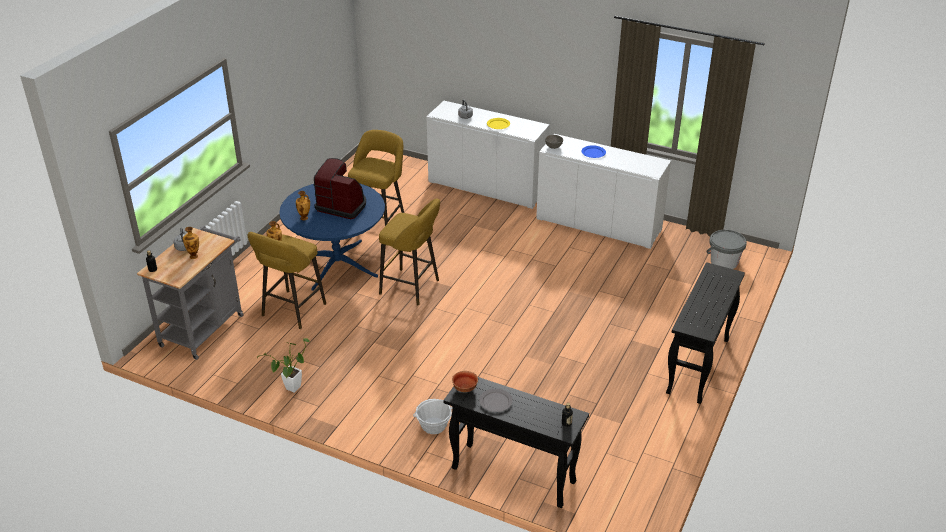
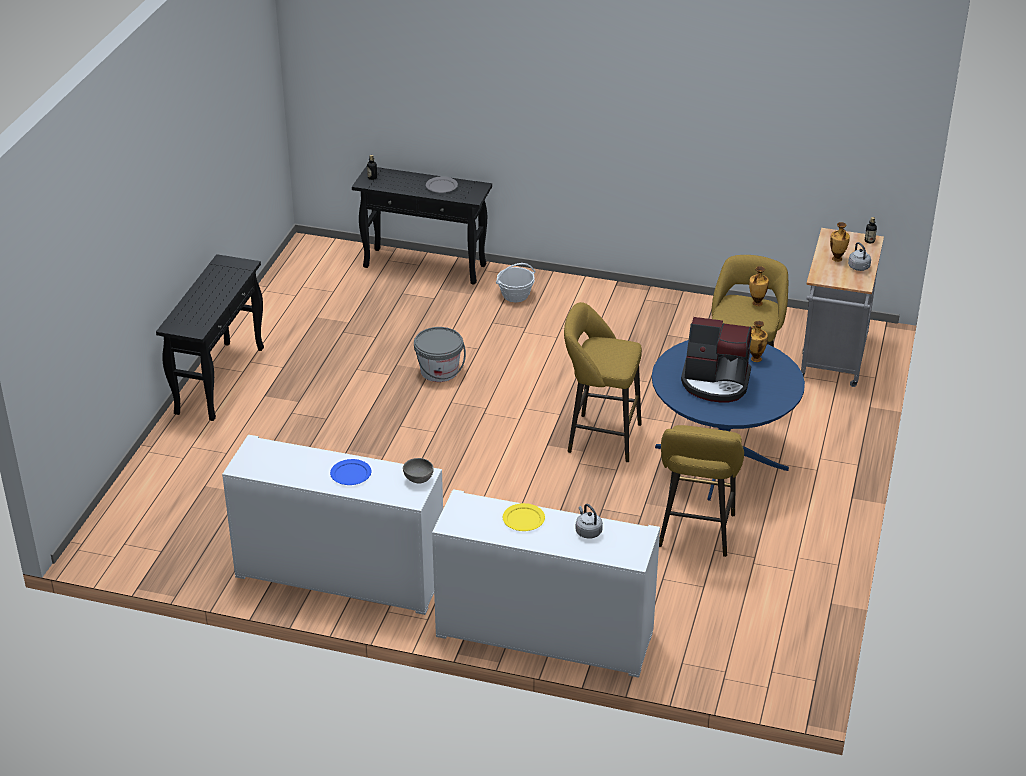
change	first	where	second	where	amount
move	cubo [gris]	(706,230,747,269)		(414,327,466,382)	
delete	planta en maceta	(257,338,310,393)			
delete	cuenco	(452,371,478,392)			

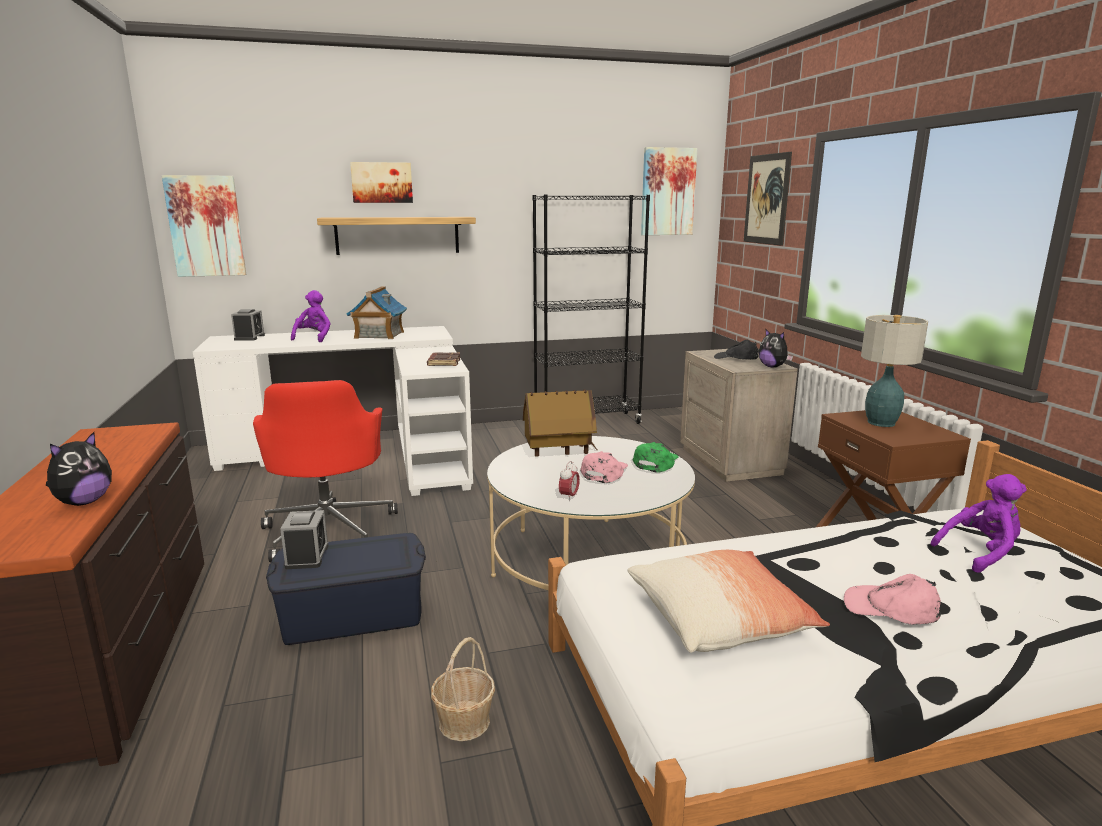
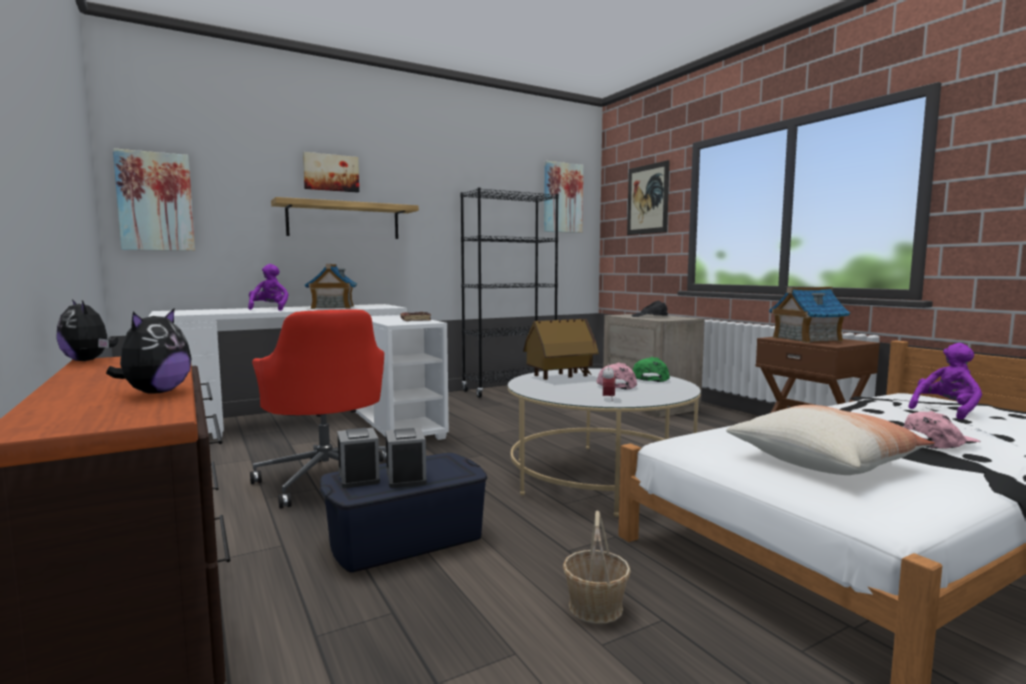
change	first	where	second	where	amount
move	despertador	(231,309,265,341)		(386,428,427,488)	
replace	lámpara de mesa	(861,315,928,427)	casita	(769,287,850,343)	
move	peluche	(759,329,793,368)		(56,299,118,361)	
rotate	gorra [rosa]	(844,574,941,625)		(904,411,981,449)	150 degrees clockwise

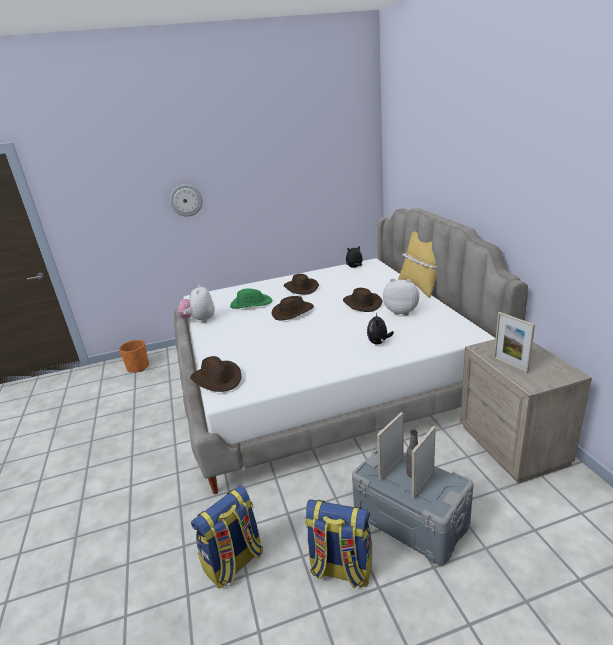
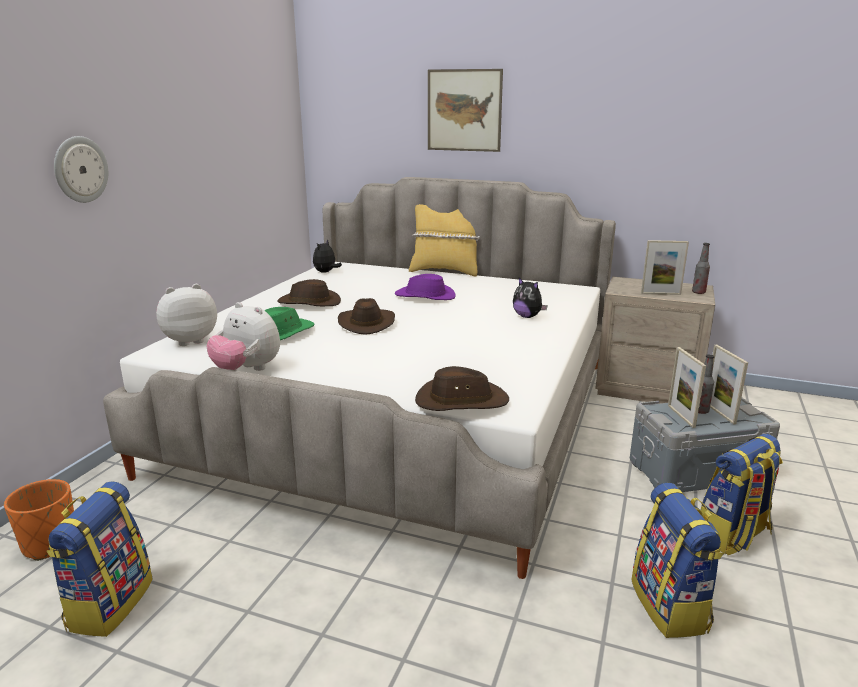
change	first	where	second	where	amount
move	peluche	(383,278,419,316)		(156,284,217,346)	
recolor	sombrero [marrón]	(343,288,383,312)	sombrero [morado]	(395,274,456,300)	
insert			cuadro	(428,69,503,152)	
insert			botella	(692,243,710,294)	
insert			mochila	(46,482,153,637)	

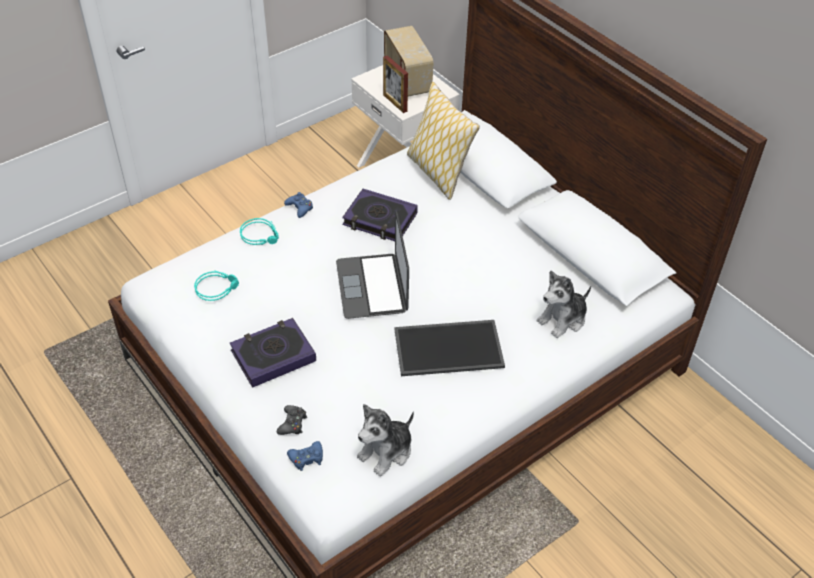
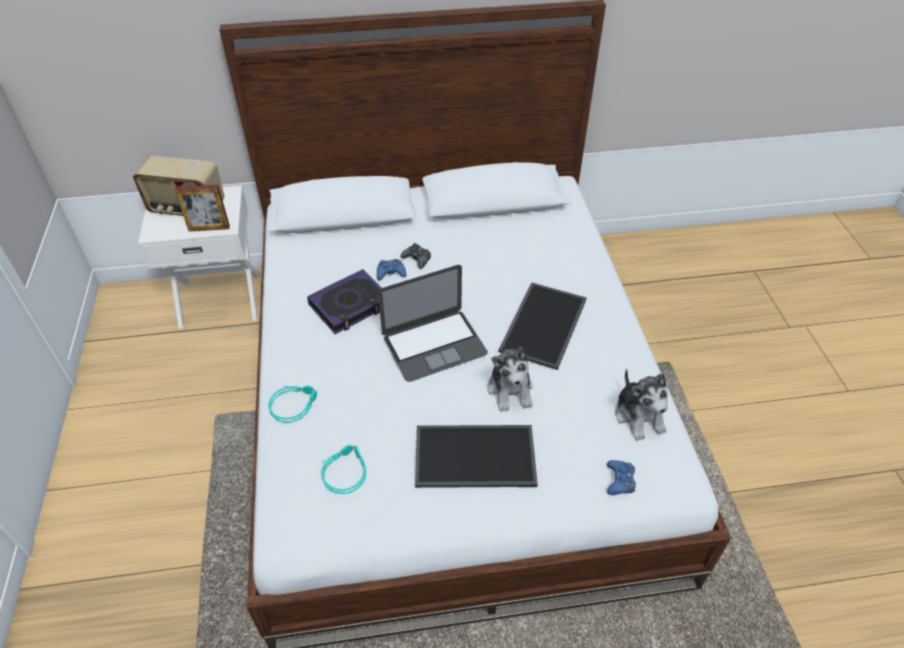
change	first	where	second	where	amount
delete	cojín	(407,82,480,200)			
move	mando de consola [azul]	(284,192,313,218)		(377,259,406,280)	
rotate	portátil	(336,211,409,319)		(378,265,488,382)	45 degrees counterclockwise
move	peluche	(537,270,591,338)		(488,343,533,412)	
replace	libro	(230,318,316,388)	bandeja	(415,425,538,488)	
move	mando de consola [negro]	(277,405,307,435)		(400,243,431,269)	

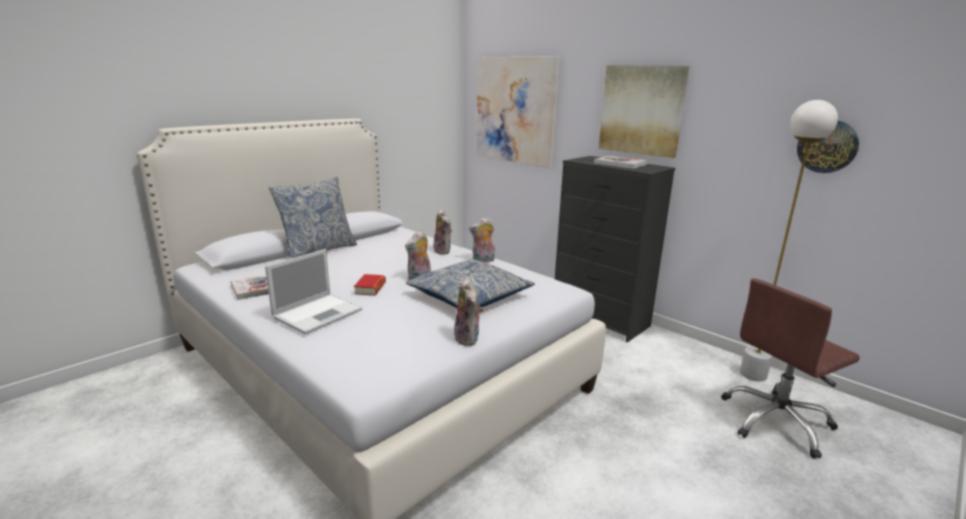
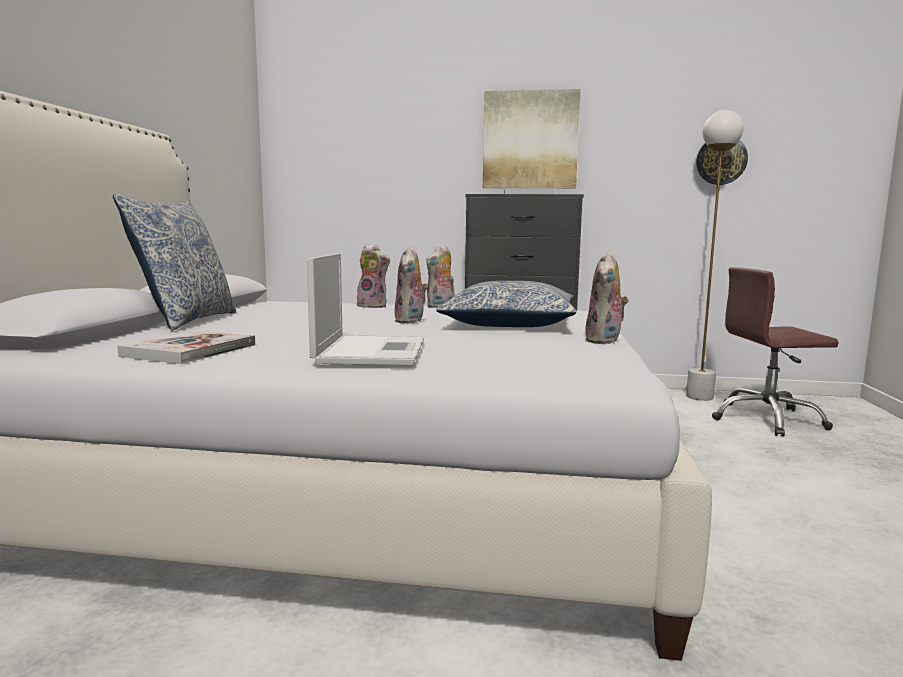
change	first	where	second	where	amount
delete	cuadro	(476,56,560,168)			
delete	libro	(354,274,386,296)			
rotate	peluche	(454,278,483,346)		(585,251,628,344)	75 degrees clockwise
rotate	silla de oficina [marrón]	(721,278,860,459)		(712,267,839,437)	60 degrees clockwise

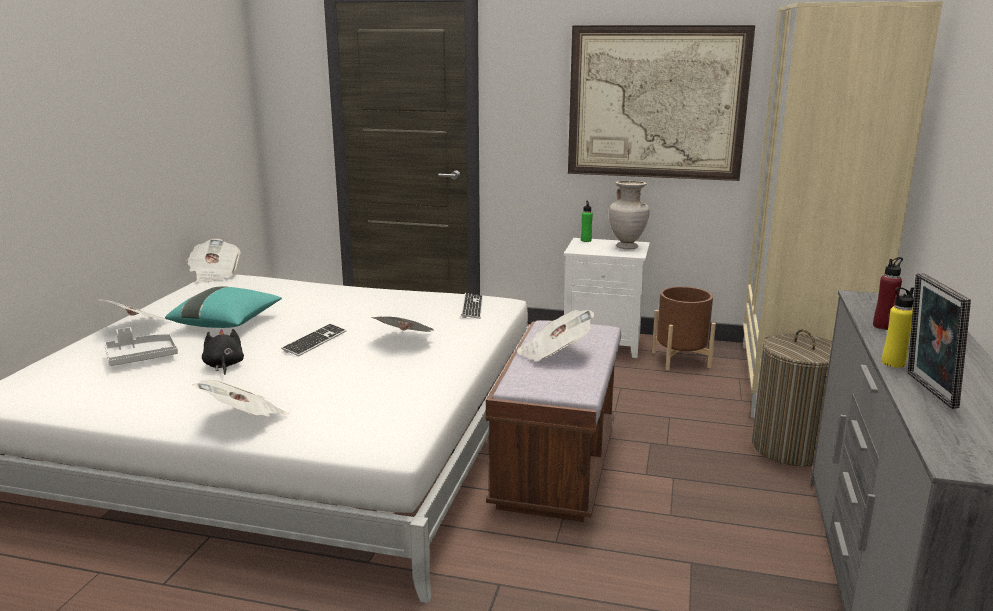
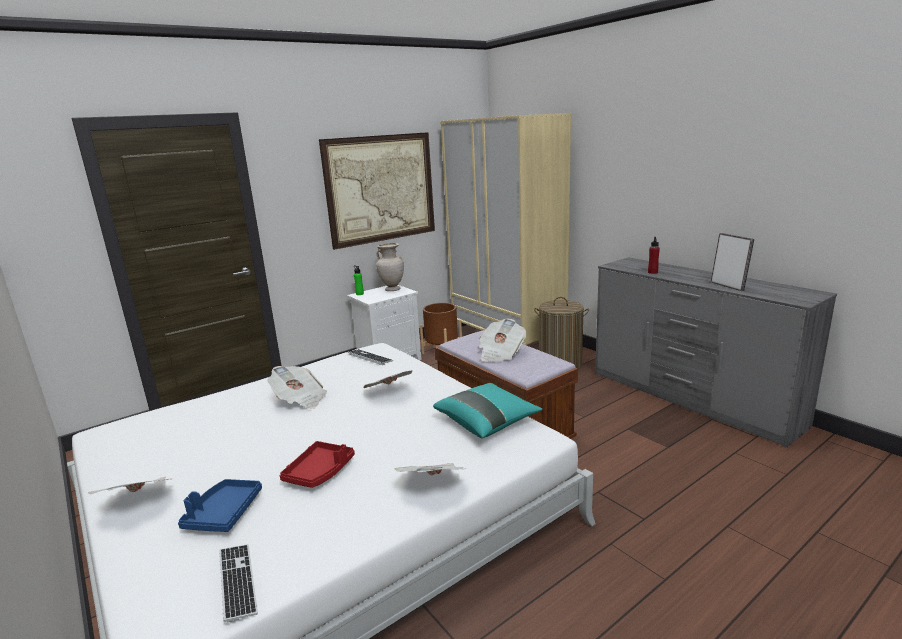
change	first	where	second	where	amount
move	periódico	(187,239,241,283)		(267,366,327,409)	
rotate	portarretratos	(908,273,971,409)		(711,233,754,291)	150 degrees counterclockwise
move	cojín [turquesa]	(165,286,282,328)		(433,383,542,438)	
delete	botella [amarillo]	(882,287,914,367)			
move	teclado	(281,324,347,356)		(219,544,258,623)	
recolor	bandeja [gris]	(104,327,178,366)	bandeja [azul]	(178,479,262,532)	
replace	peluche [negro]	(202,329,244,375)	bandeja [rojo]	(280,441,355,488)	

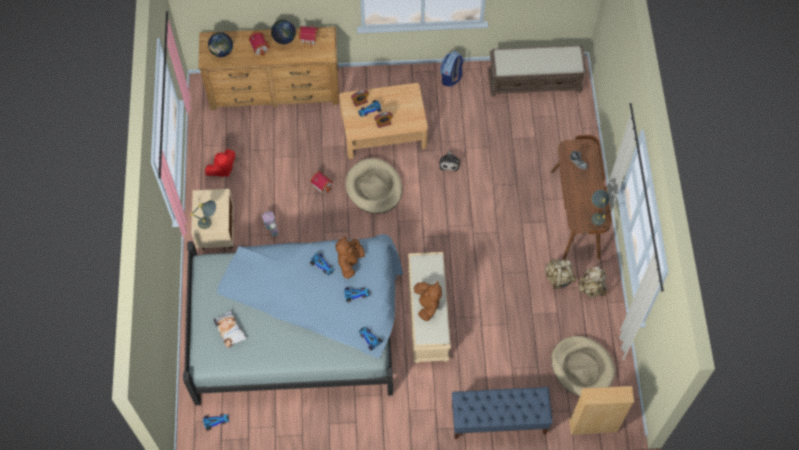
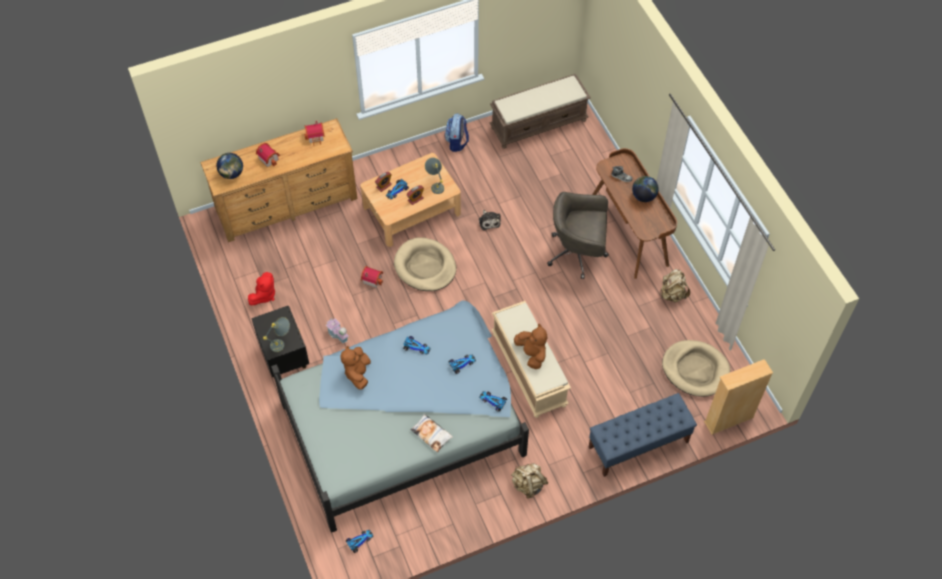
change	first	where	second	where	amount
move	globo terráqueo	(271,19,296,44)		(632,176,659,202)	
recolor	mesita de noche [beis]	(191,189,234,250)	mesita de noche [negro]	(251,305,309,377)	
move	lámpara de mesa [gris]	(591,190,609,226)		(425,157,444,194)	
move	peluche [marrón]	(335,236,365,279)		(340,346,371,389)	
move	mochila [beis]	(545,258,576,289)		(511,463,548,498)	
move	cojín	(213,310,246,348)		(410,414,453,452)	
insert			silla de oficina [gris]	(547,192,609,279)	

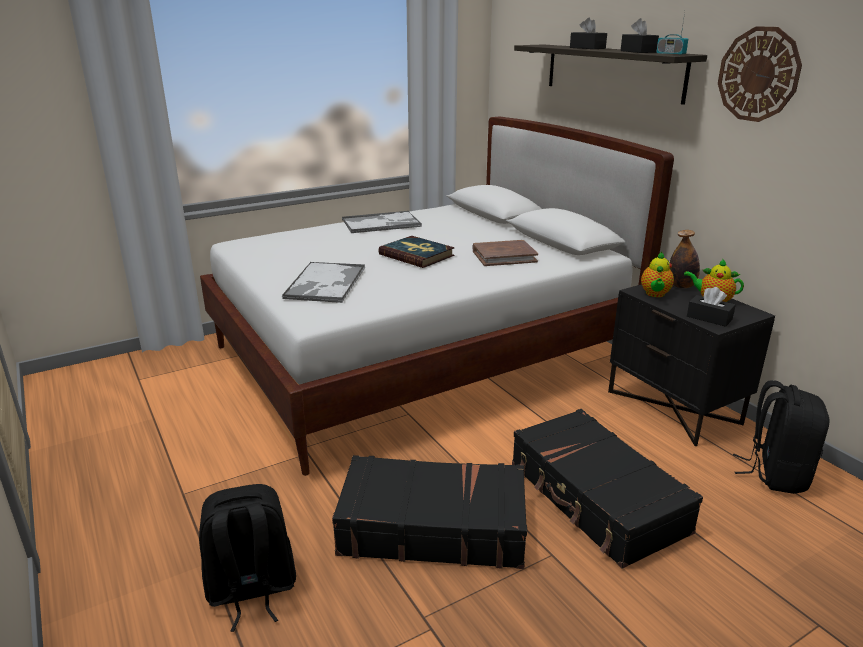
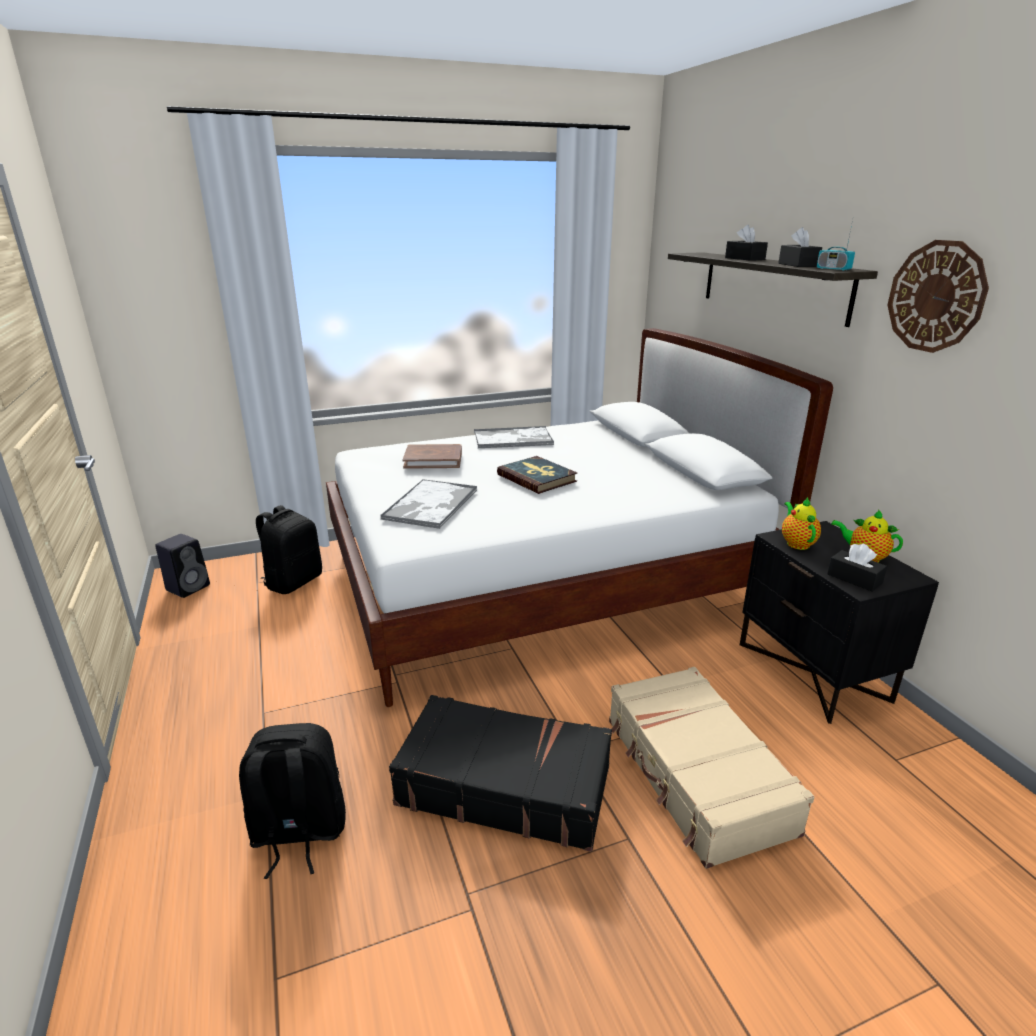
change	first	where	second	where	amount
delete	botella	(670,230,700,288)			
move	libro [marrón]	(473,240,538,266)		(402,444,462,469)	
rotate	tetera	(641,252,674,297)		(782,497,821,550)	150 degrees clockwise
move	mochila [negro]	(733,380,829,494)		(256,505,322,594)	
recolor	maleta [negro]	(512,409,703,569)	maleta [beis]	(609,667,814,869)	
insert			altavoz [negro]	(155,534,210,598)	

